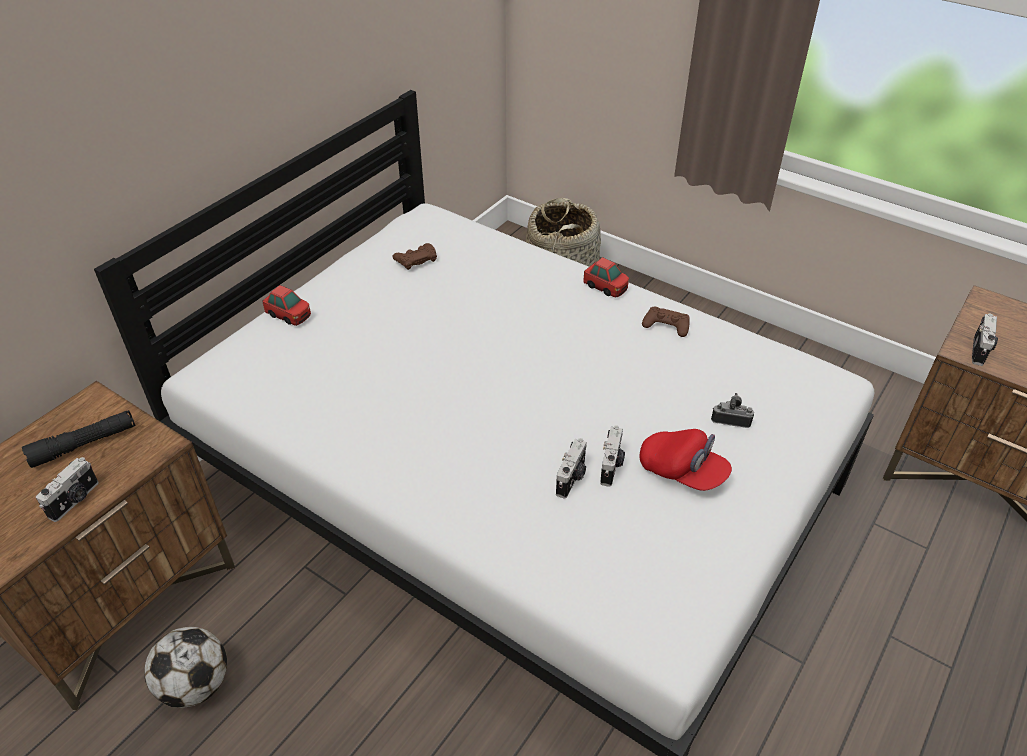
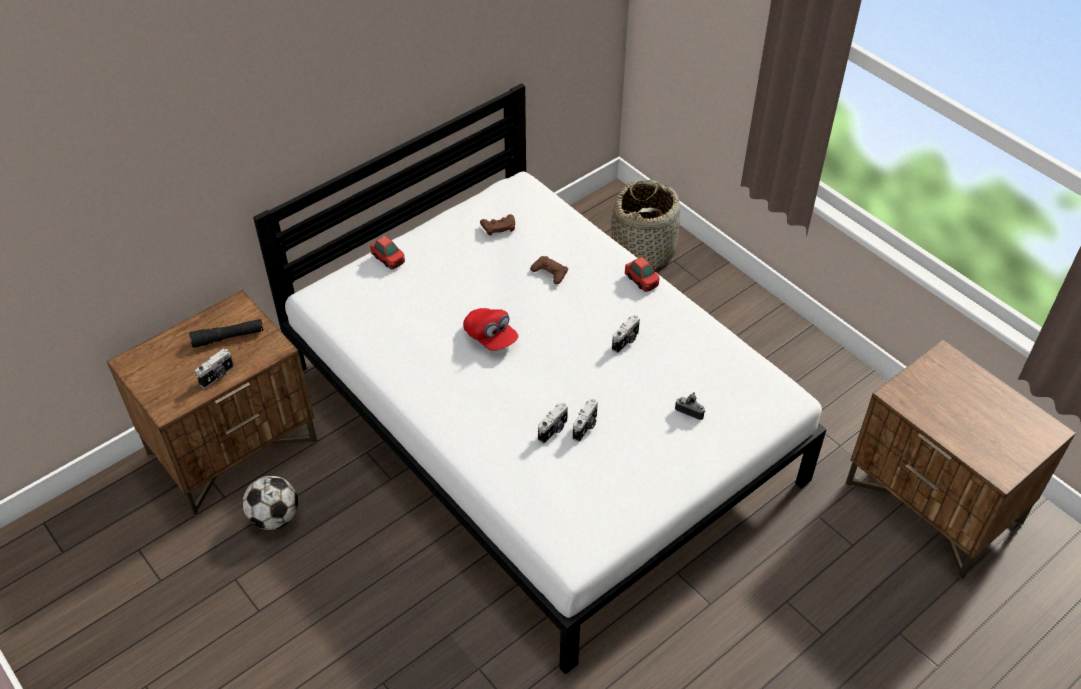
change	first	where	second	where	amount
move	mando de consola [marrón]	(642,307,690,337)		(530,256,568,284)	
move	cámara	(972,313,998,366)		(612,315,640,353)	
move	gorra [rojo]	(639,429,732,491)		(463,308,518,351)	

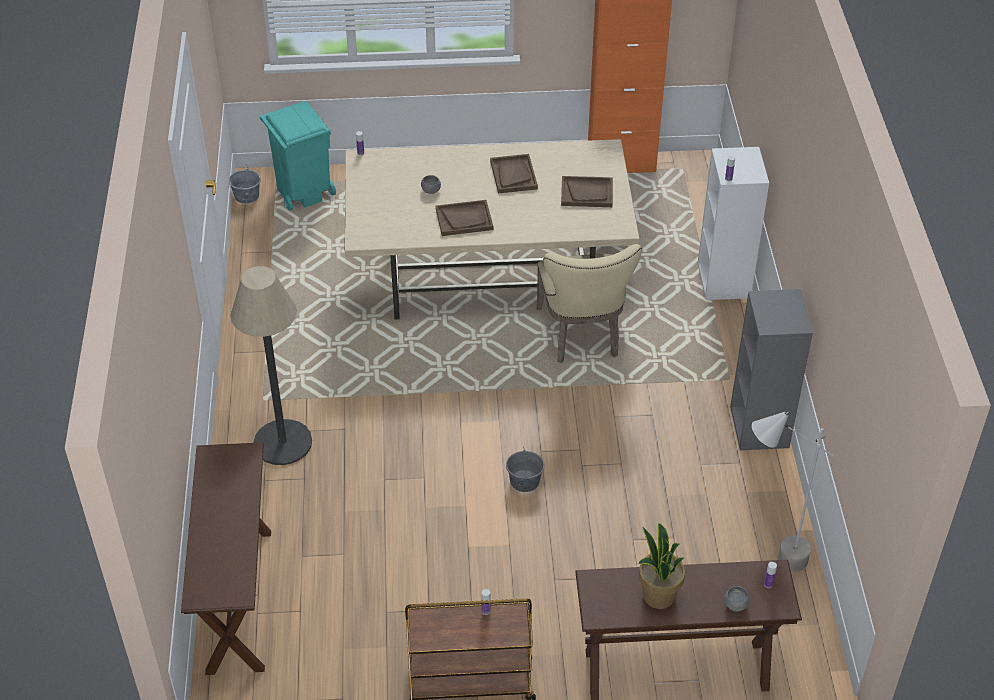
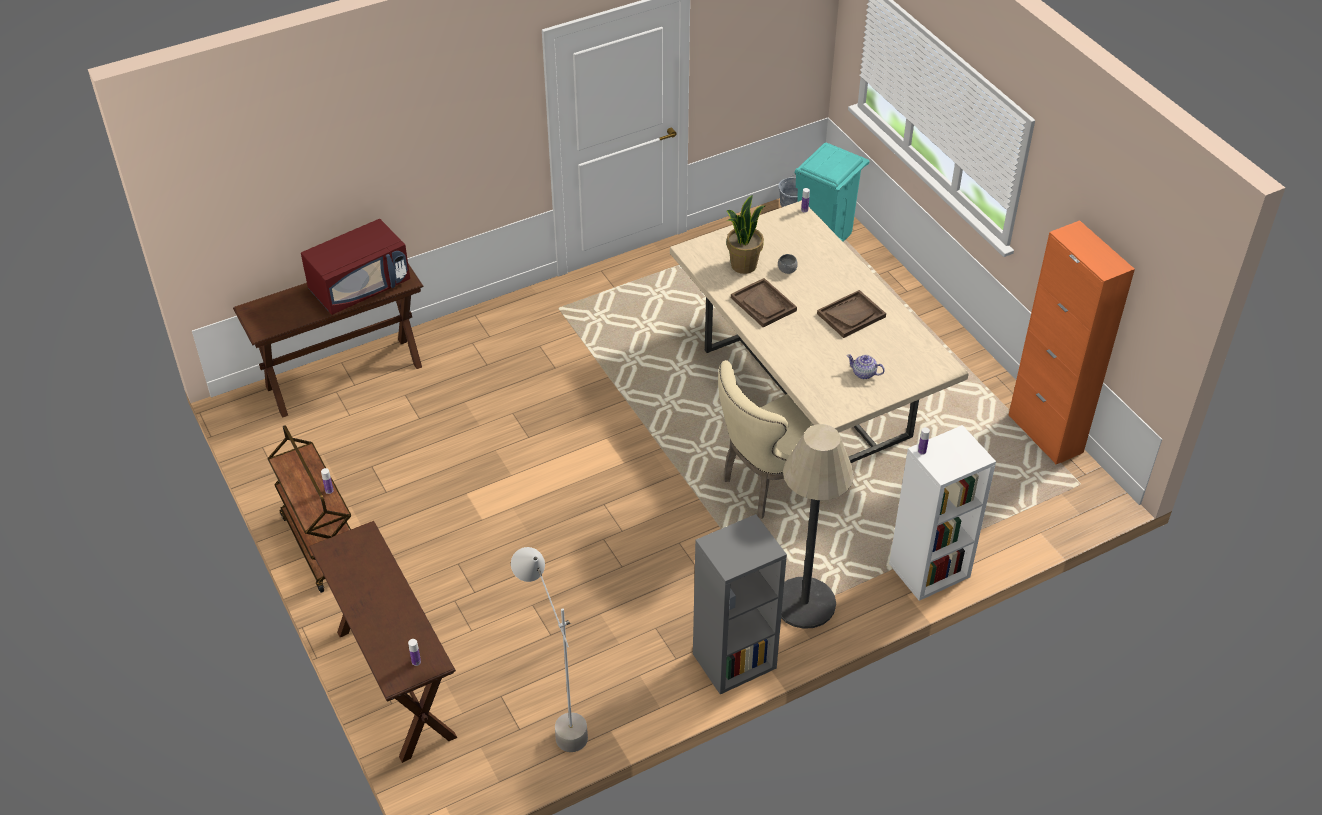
change	first	where	second	where	amount
replace	bandeja [marrón]	(561,176,613,207)	tetera	(847,354,885,379)	
move	lámpara de pie	(230,266,312,465)		(781,424,854,629)	
delete	cubo [gris]	(506,449,545,492)			
move	planta en maceta	(638,523,685,609)		(727,195,765,274)	
delete	cuenco [gris]	(724,586,749,612)			
insert			microondas [rojo]	(301,219,410,315)	

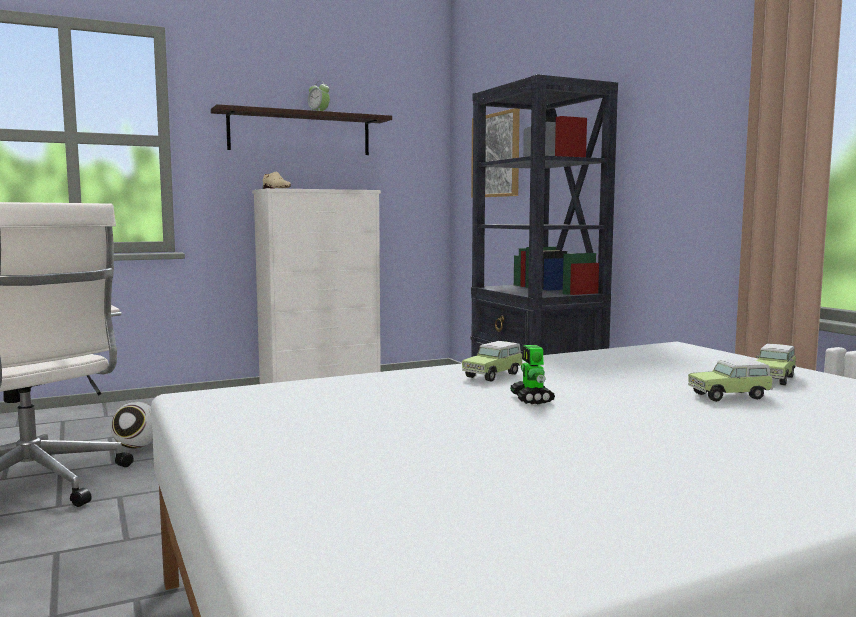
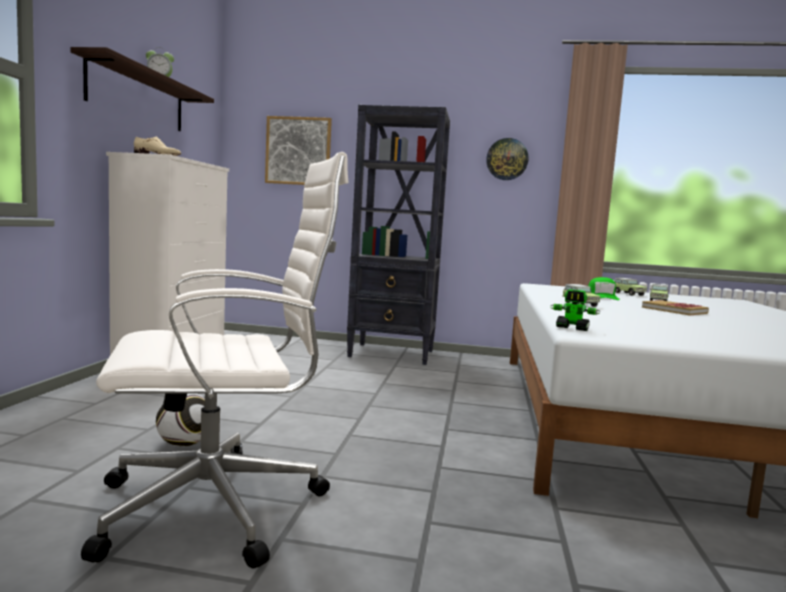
change	first	where	second	where	amount
move	robot de juguete	(510,345,555,404)		(550,289,601,331)	
insert			reloj de pared	(486,138,528,180)	
insert			gorra [verde]	(588,277,620,300)	
insert			libro	(642,300,709,316)	

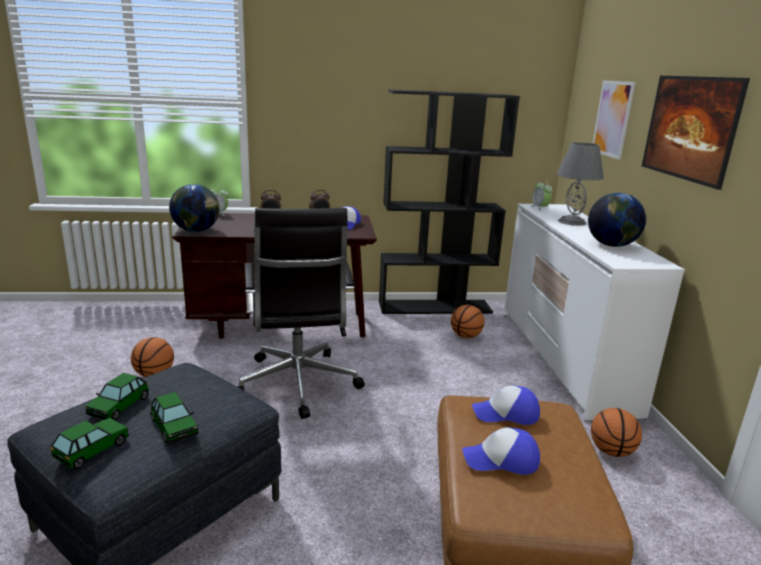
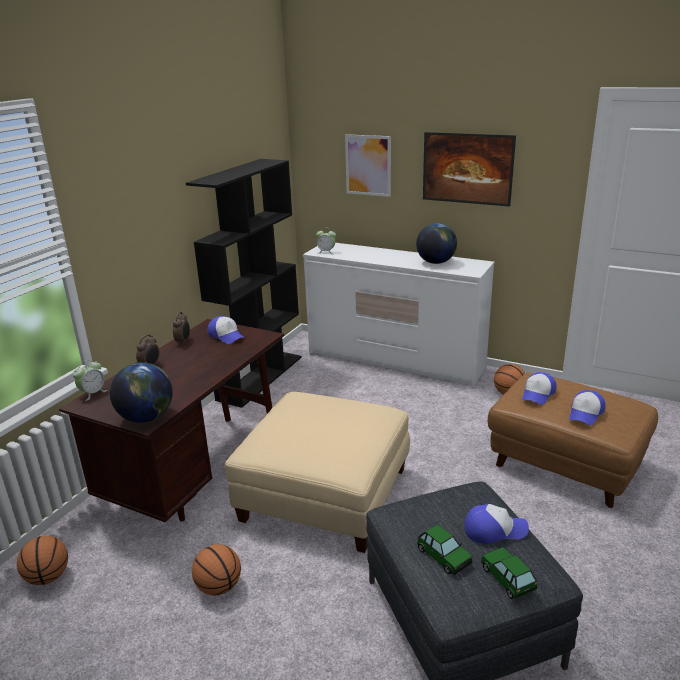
change	first	where	second	where	amount
delete	lámpara de mesa [gris]	(557,142,604,226)			
replace	silla de oficina [negro]	(237,208,365,419)	puf [beis]	(225,392,410,553)	
move	balón de baloncesto	(451,305,484,338)		(17,536,68,585)	
replace	coche de juguete	(150,392,199,444)	gorra	(464,504,529,544)	

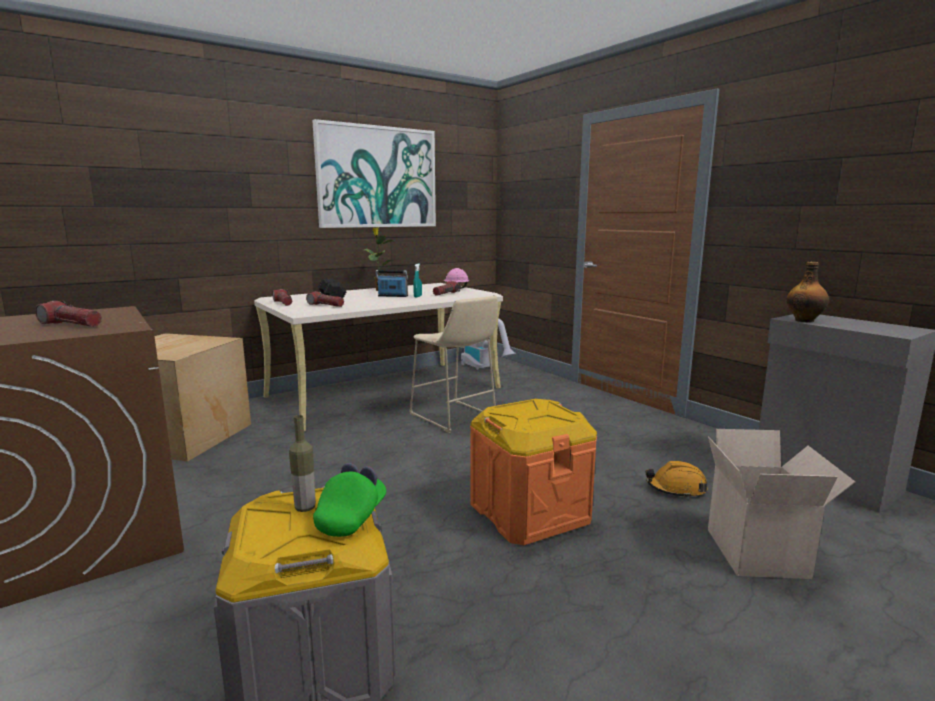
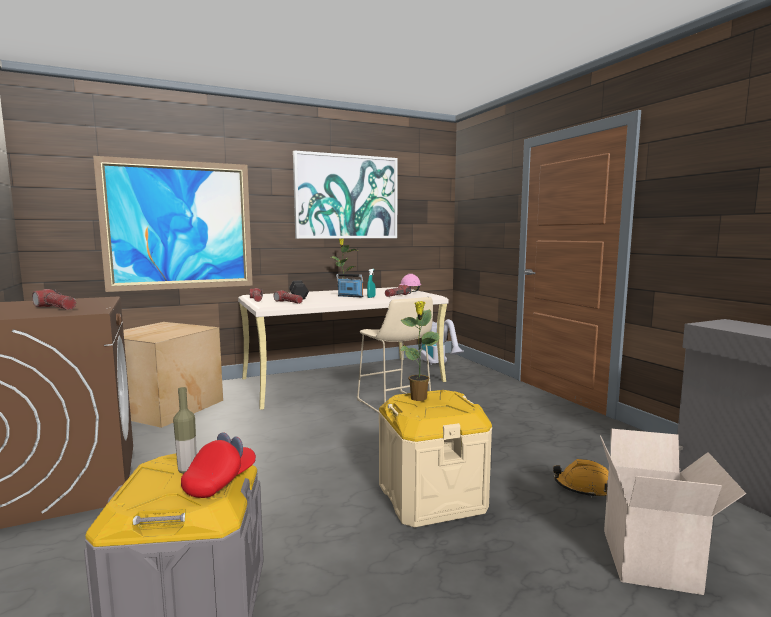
change	first	where	second	where	amount
delete	botella	(786,262,829,322)			
recolor	caja de almacenaje [naranja]	(470,399,597,545)	caja de almacenaje [beis]	(379,390,492,528)	
recolor	gorra [verde]	(313,463,386,537)	gorra [rojo]	(181,432,256,498)	
insert			cuadro	(93,156,253,292)	
insert			planta en maceta	(400,301,439,401)	

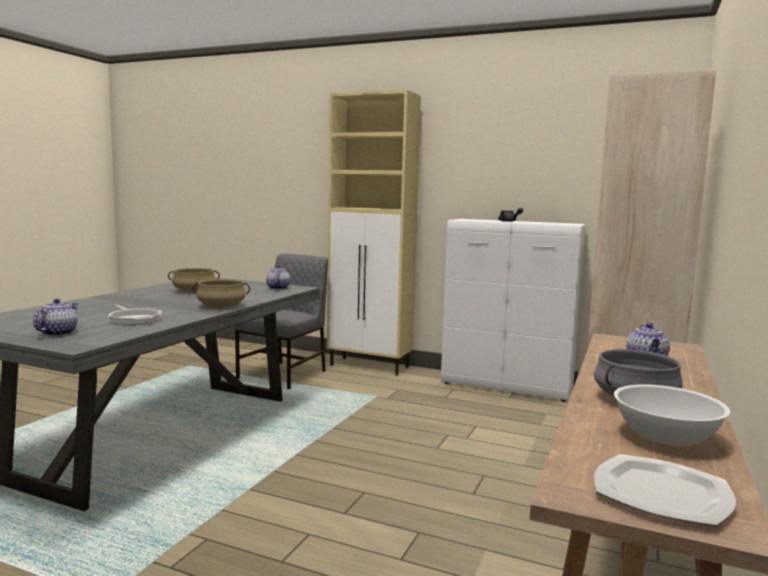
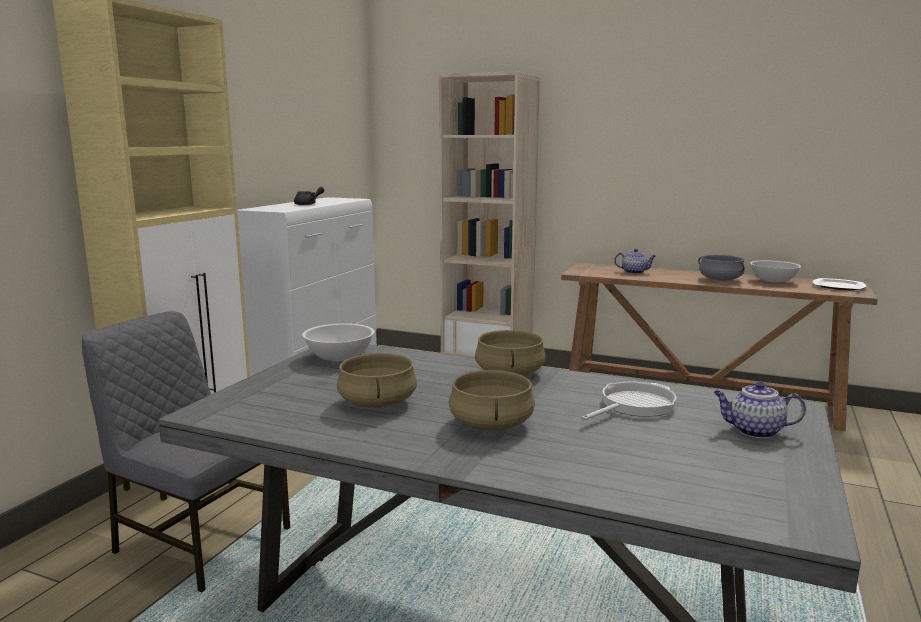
change	first	where	second	where	amount
replace	tetera	(266,265,290,290)	cuenco [blanco]	(302,323,374,361)	
insert			olla [beis]	(449,370,535,430)	

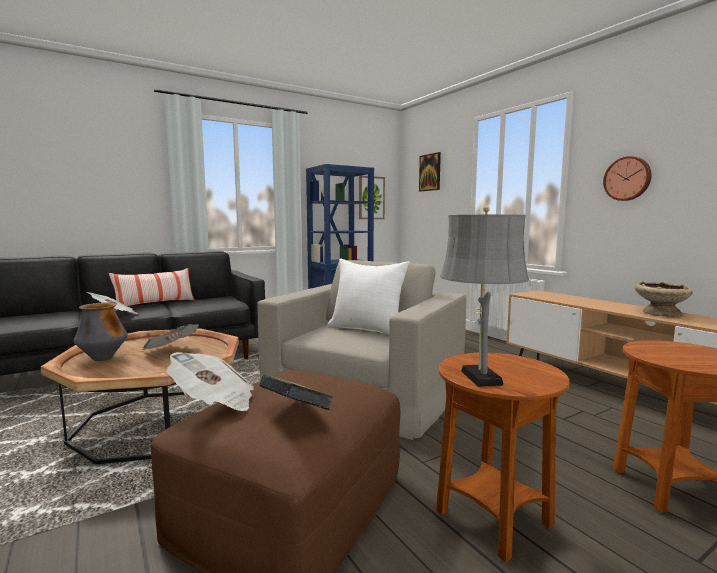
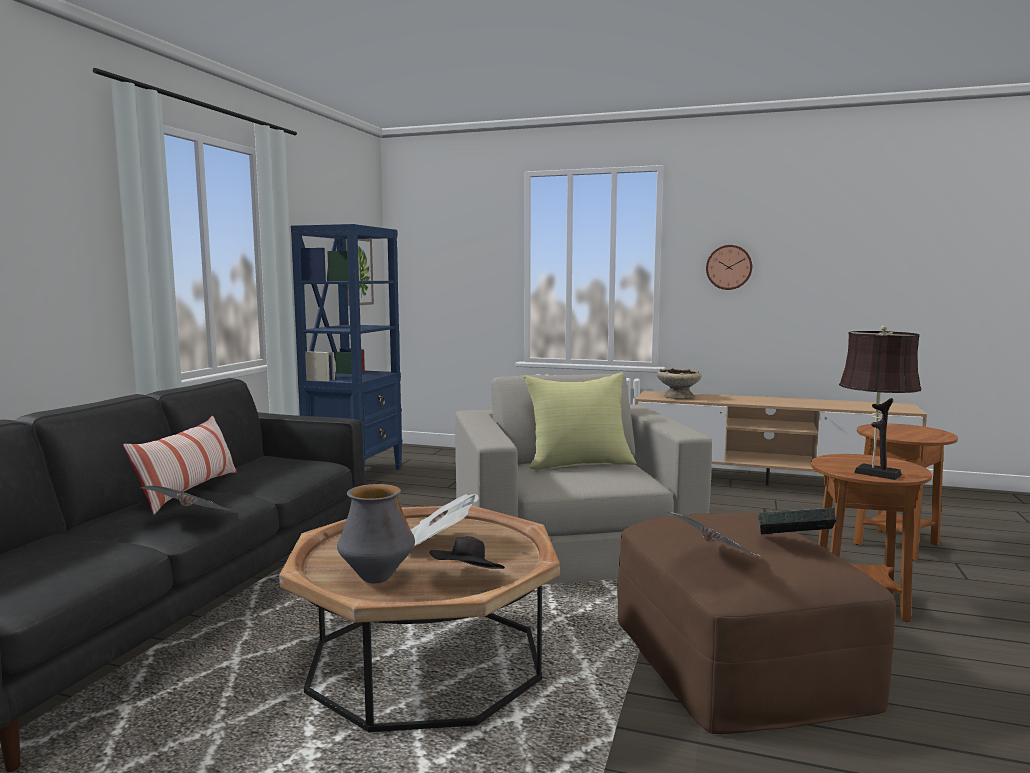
change	first	where	second	where	amount
delete	cuadro	(419,152,441,192)			
recolor	lámpara de mesa [gris]	(440,206,529,387)	lámpara de mesa [marrón]	(839,325,921,480)	
recolor	cojín [blanco]	(327,258,410,334)	cojín [amarillo]	(523,372,636,470)	
move	cuenco [beis]	(635,281,693,317)		(657,368,701,399)	
insert			sombrero [negro]	(429,536,505,569)	

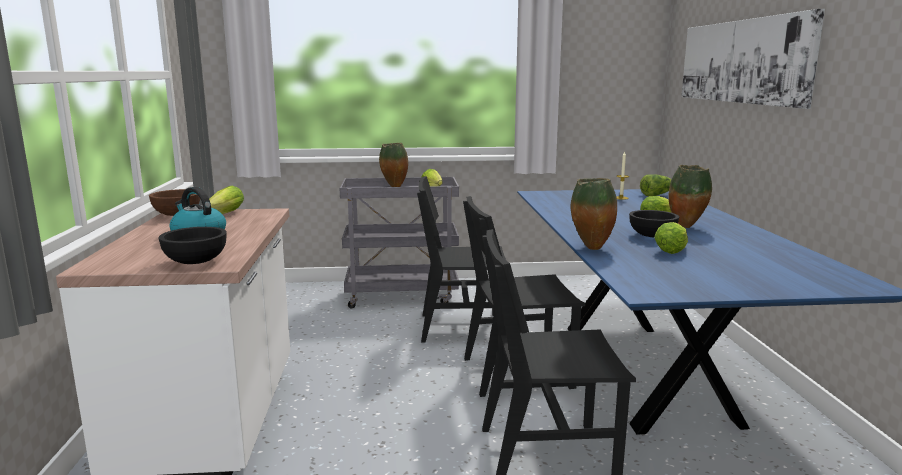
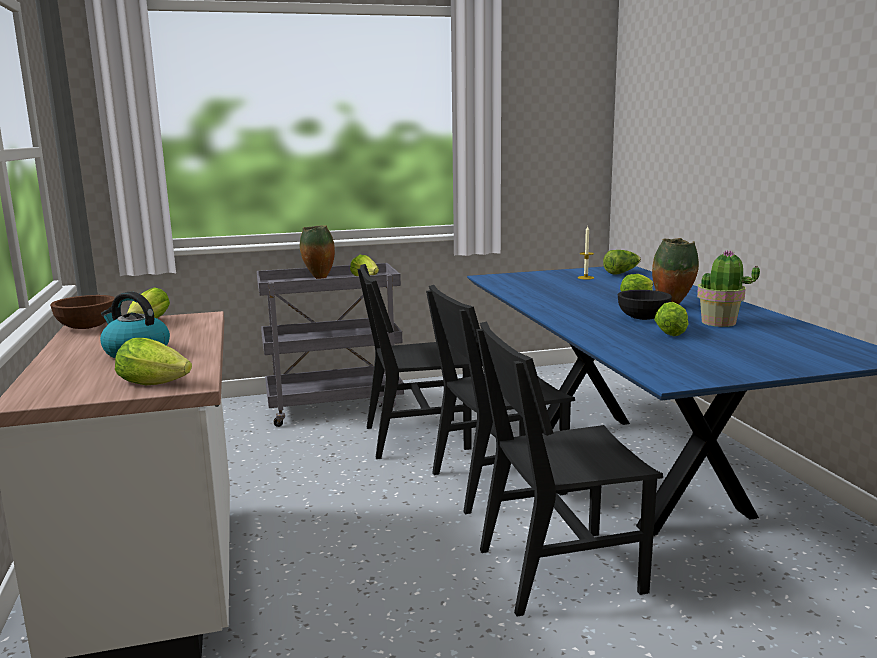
change	first	where	second	where	amount
delete	cuadro	(681,9,825,109)			
delete	florero	(571,178,617,250)			
replace	cuenco [negro]	(158,227,227,264)	lechuga	(115,338,192,385)	
insert			planta en maceta	(697,250,760,327)	

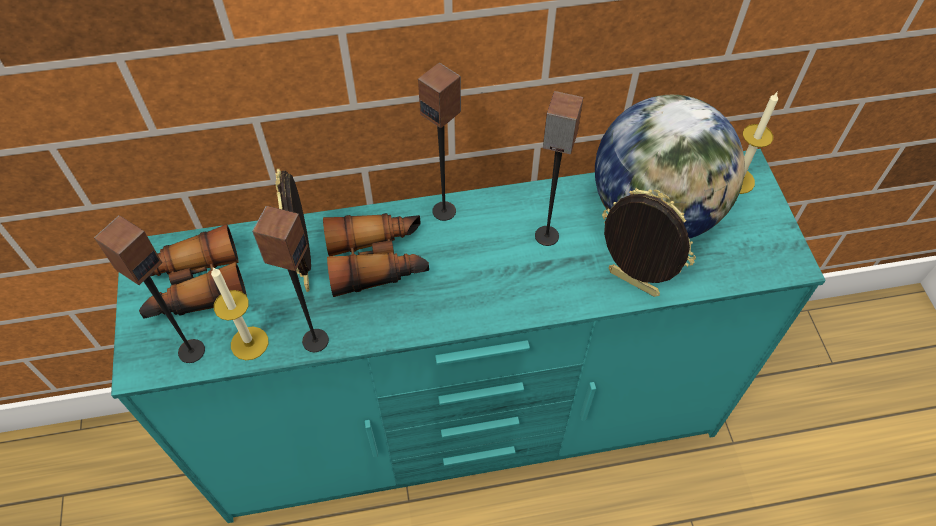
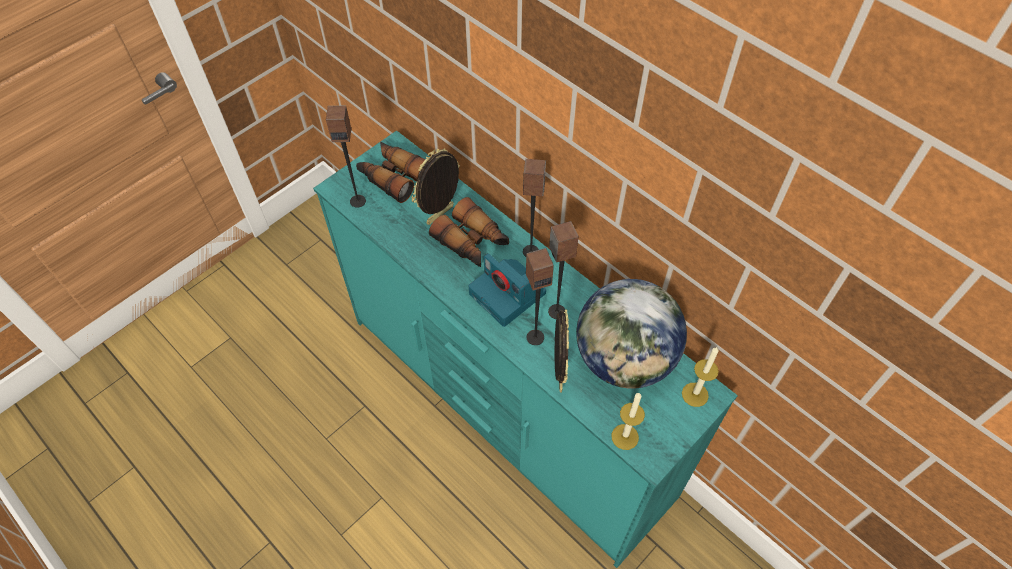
change	first	where	second	where	amount
move	altavoz	(252,206,329,352)		(526,248,554,345)	
move	vela	(211,268,268,360)		(611,392,645,450)	
insert			cámara	(469,253,546,327)	

